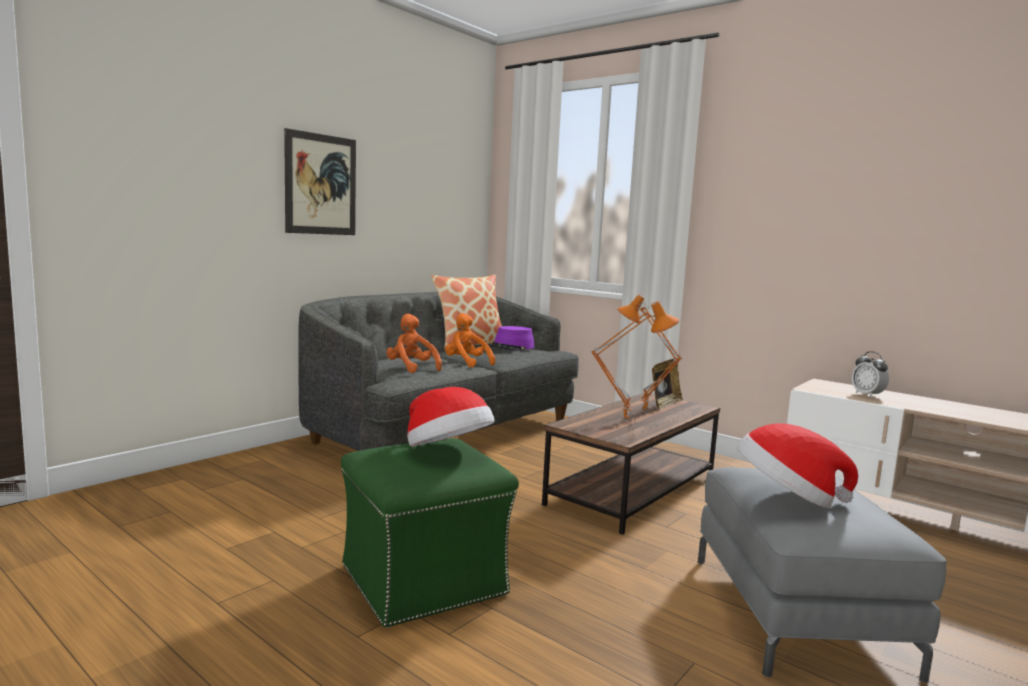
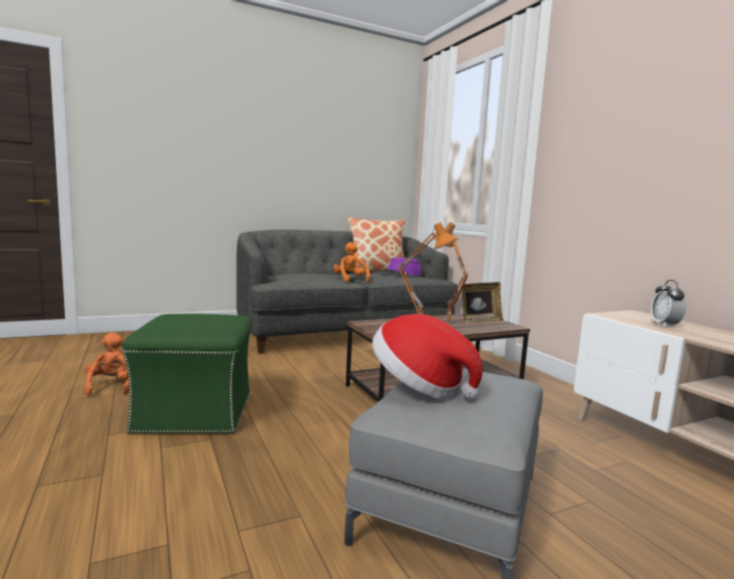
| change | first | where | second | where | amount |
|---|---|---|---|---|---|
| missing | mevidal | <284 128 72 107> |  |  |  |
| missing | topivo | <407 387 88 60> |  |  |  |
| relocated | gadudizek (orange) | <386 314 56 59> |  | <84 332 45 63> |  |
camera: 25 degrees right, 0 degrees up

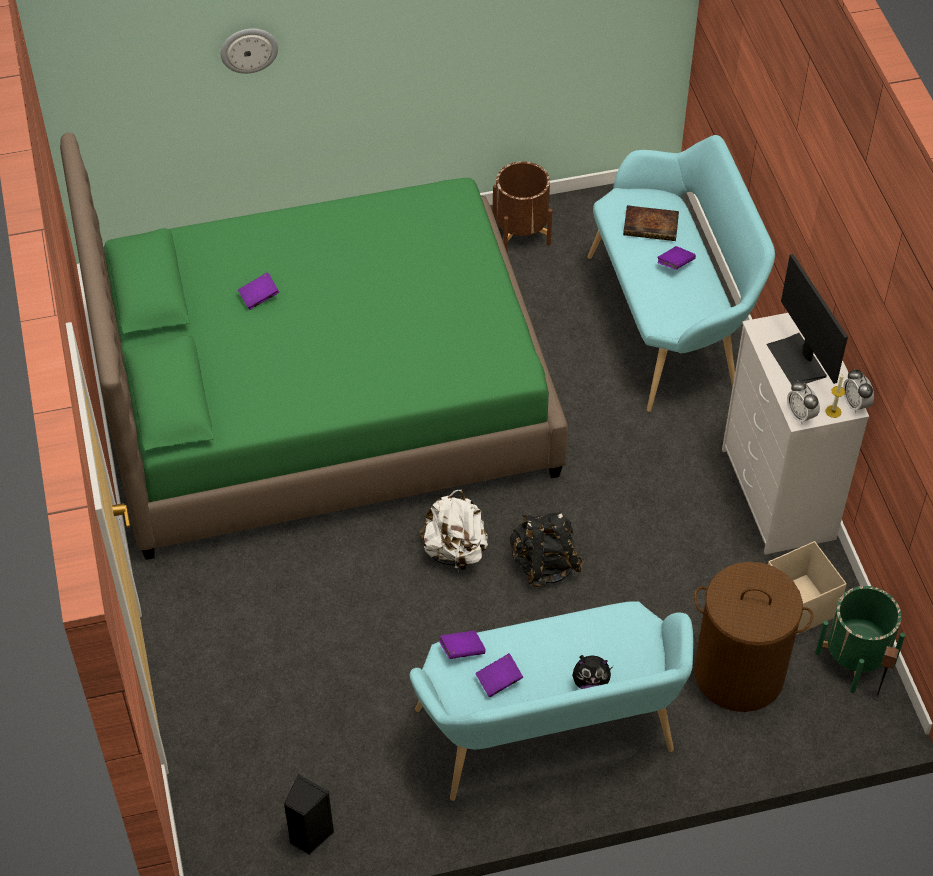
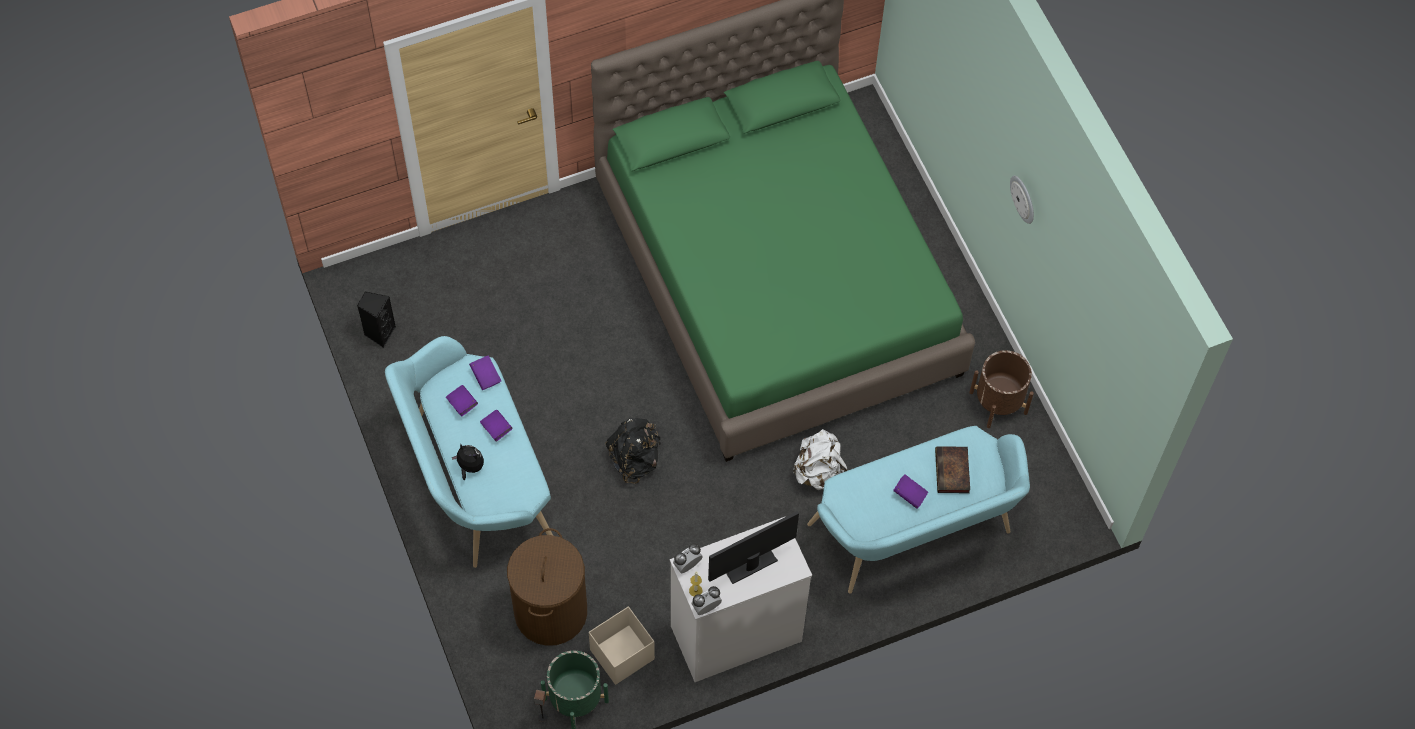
| change | first | where | second | where | amount |
|---|---|---|---|---|---|
| relocated | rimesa | <221 29 57 45> |  | <1010 176 24 48> |  |
| relocated | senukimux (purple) | <238 272 41 38> |  | <480 410 33 32> |  |
| relocated | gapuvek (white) | <420 489 68 83> |  | <793 429 55 61> |  |
| spun | gadudizek | <572 655 41 34> |  | <452 443 32 37> | 135 degrees clockwise |
camera: 80 degrees right, 10 degrees up

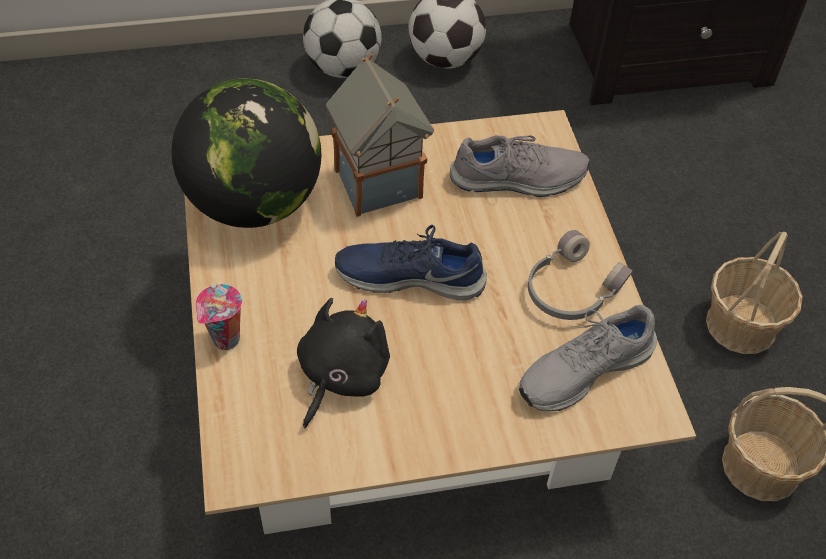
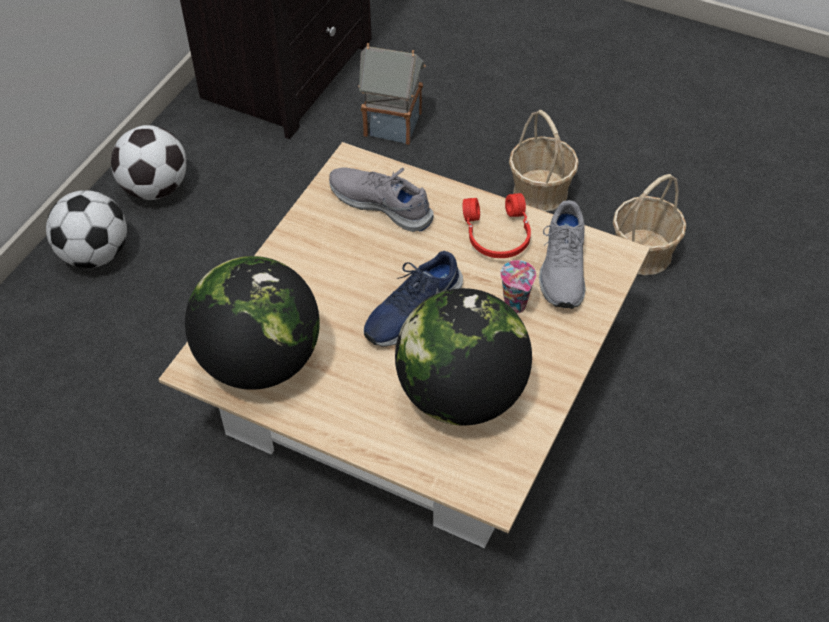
| change | first | where | second | where | amount |
|---|---|---|---|---|---|
| relocated | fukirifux | <196 284 46 66> |  | <500 260 36 54> |  |
| relocated | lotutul | <326 54 108 163> |  | <358 43 68 102> |  |
| exchanged | gadudizek (black) | <297 298 93 130> | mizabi | <395 288 137 137> |  |
| colour | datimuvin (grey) | <528 230 105 90> | datimuvin (red) | <463 193 68 65> |  |
| spun | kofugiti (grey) | <450 135 139 62> |  | <329 167 105 65> | 90 degrees counterclockwise |
camera: 50 degrees left, 0 degrees up

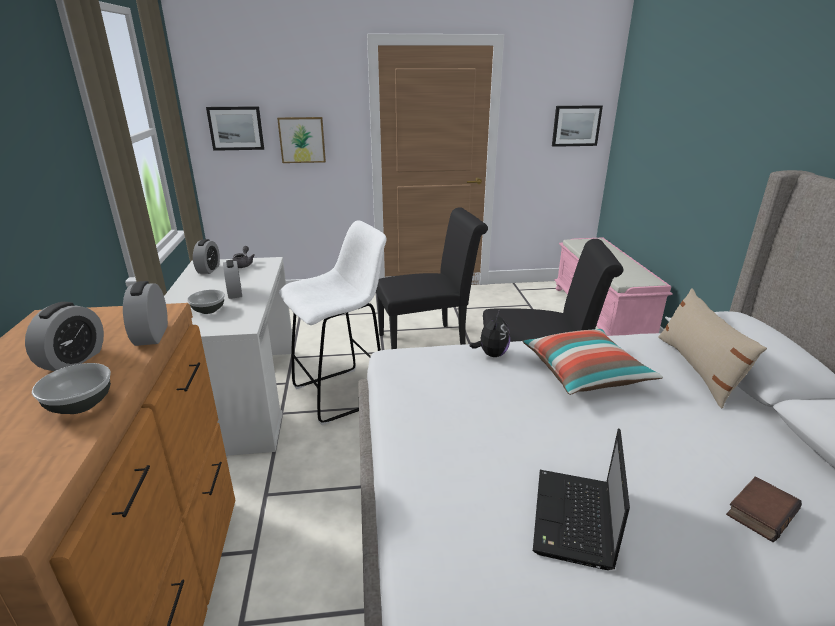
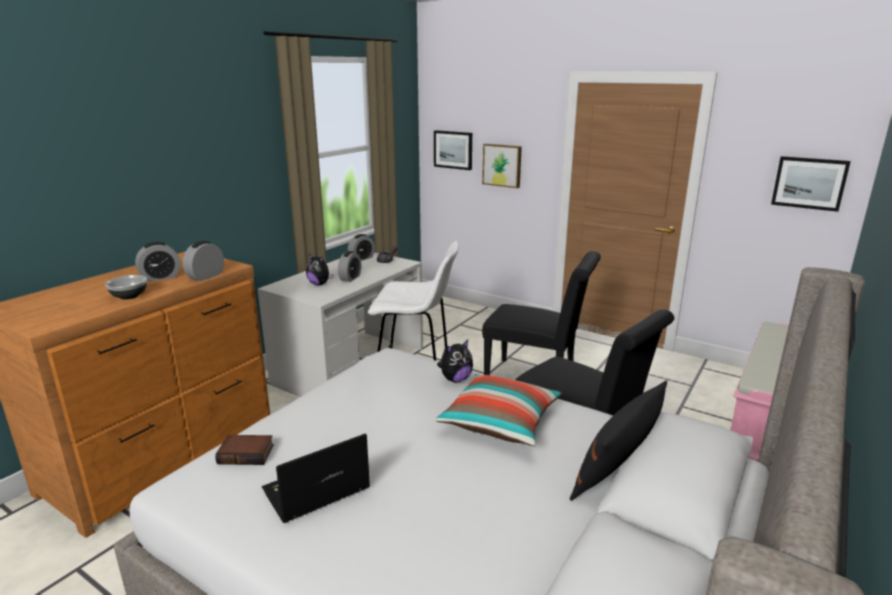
| change | first | where | second | where | amount |
|---|---|---|---|---|---|
| relocated | senukimux | <726 476 76 66> |  | <215 435 59 30> |  |
| exchanged | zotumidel | <187 290 38 24> | gadudizek | <306 254 27 31> |  |
| colour | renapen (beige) | <658 288 109 120> | renapen (black) | <570 380 97 121> |  |
camera: 40 degrees right, 5 degrees down

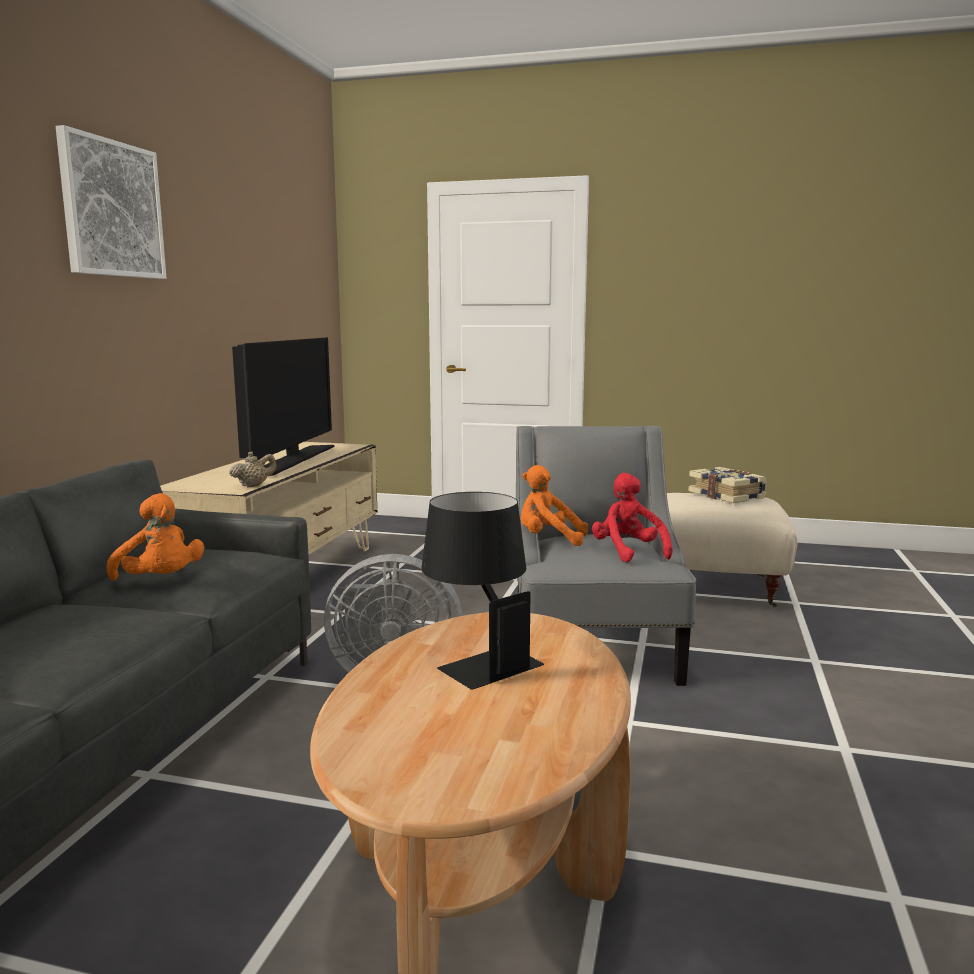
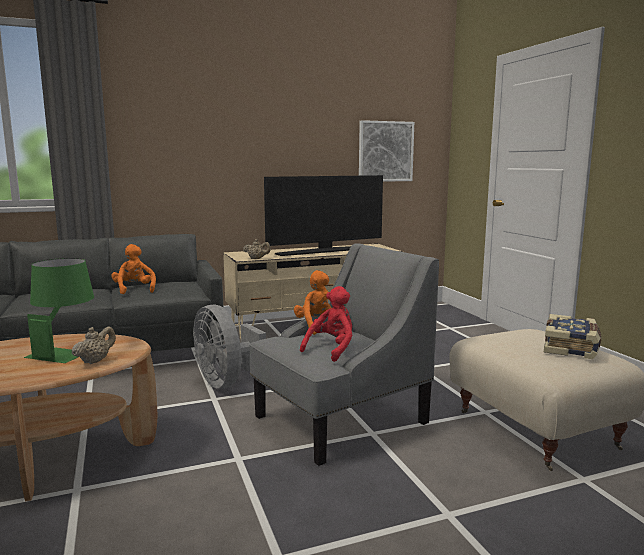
| change | first | where | second | where | amount |
|---|---|---|---|---|---|
| appeared |  |  | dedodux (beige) | <72 327 44 37> |  |
| relocated | mevidal | <55 125 111 154> |  | <359 120 55 62> |  |
| colour | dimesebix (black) | <421 492 123 198> | dimesebix (green) | <24 258 70 105> |  |
| spun | gadudizek (orange) | <107 493 97 88> |  | <111 244 45 50> | 150 degrees clockwise |
camera: 55 degrees right, 0 degrees up

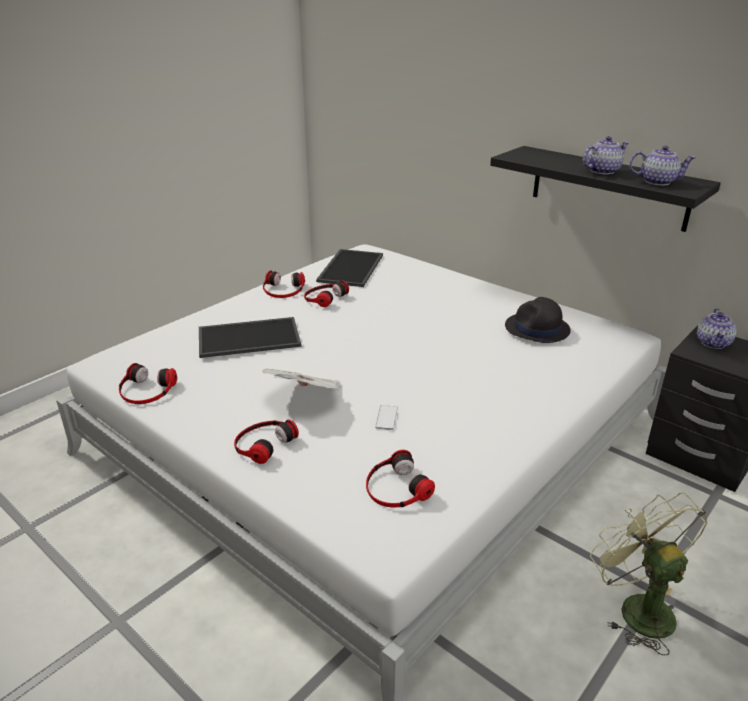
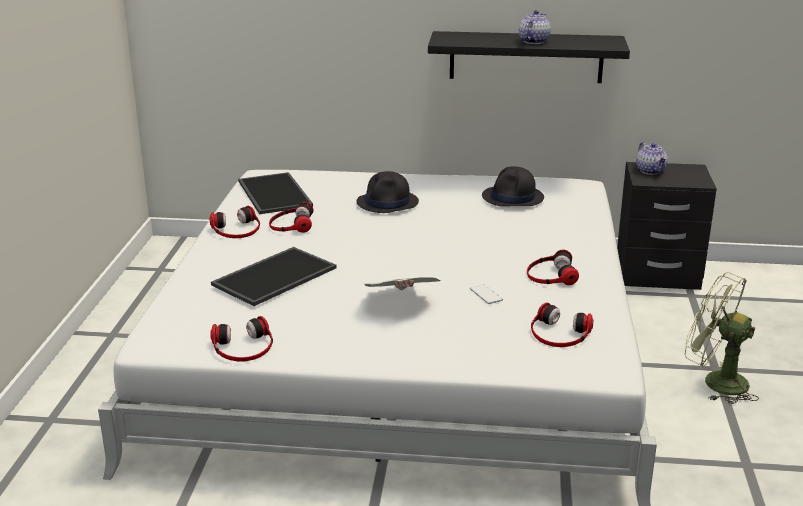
| change | first | where | second | where | amount |
|---|---|---|---|---|---|
| missing | dedodux | <629 146 67 40> |  |  |  |
| appeared |  |  | topivo (black) | <356 171 63 42> |  |
| relocated | datimuvin | <234 419 65 45> |  | <527 250 52 35> |  |
camera: 35 degrees left, 5 degrees down

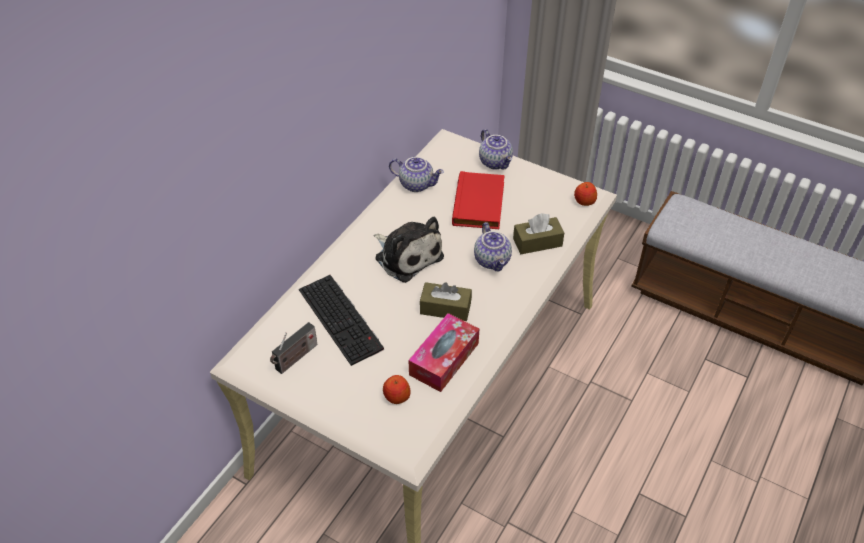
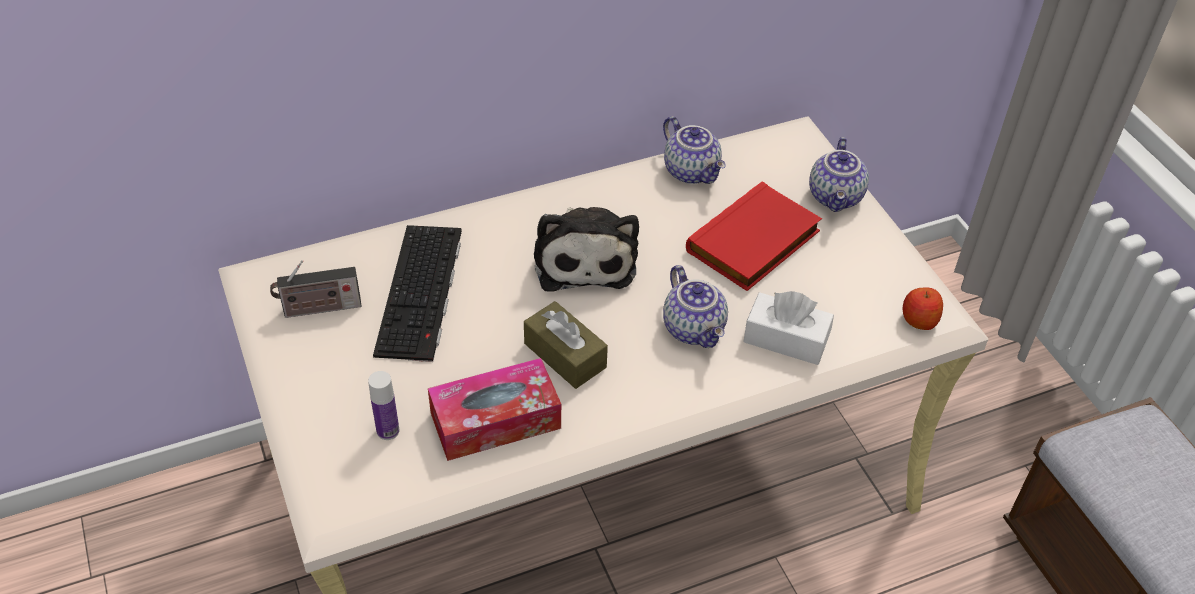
| change | first | where | second | where | amount |
|---|---|---|---|---|---|
| exchanged | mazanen | <383 375 27 29> | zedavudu | <368 371 31 69> |  |
| colour | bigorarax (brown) | <513 213 51 41> | bigorarax (white) | <743 291 91 74> |  |
| spun | dedodux | <474 222 38 49> |  | <663 265 65 83> | 45 degrees counterclockwise |
camera: 35 degrees right, 0 degrees up

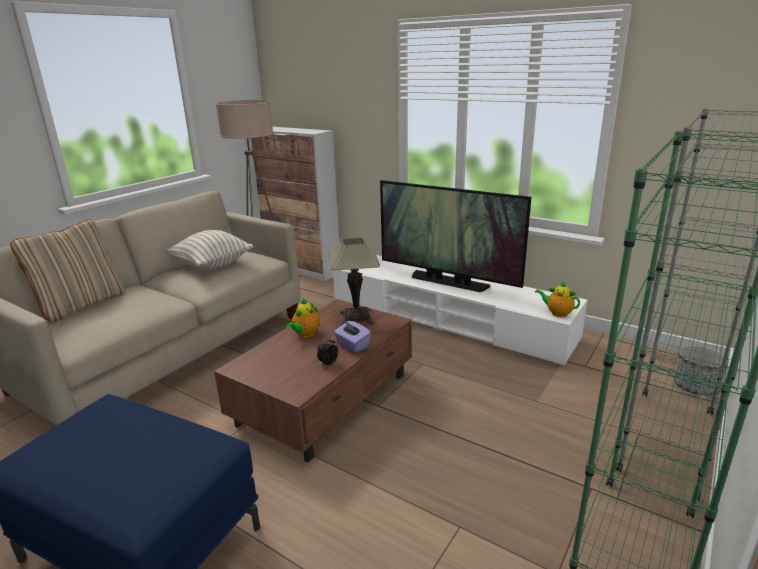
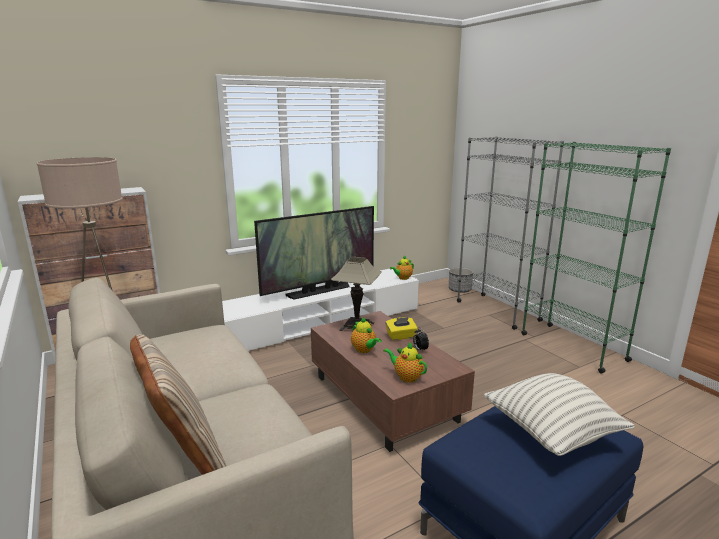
| change | first | where | second | where | amount |
|---|---|---|---|---|---|
| appeared |  |  | dedodux | <384 342 43 41> |  |
| relocated | renapen | <165 230 88 40> |  | <484 373 151 83> |  |
| colour | bigorarax (purple) | <334 321 37 32> | bigorarax (yellow) | <385 317 33 23> |  |
camera: 65 degrees left, 5 degrees down

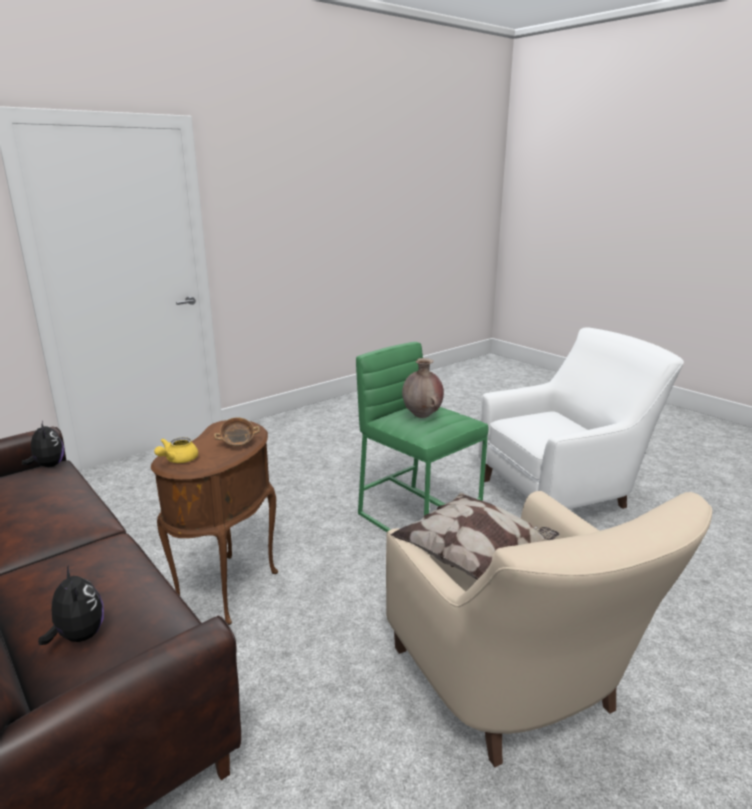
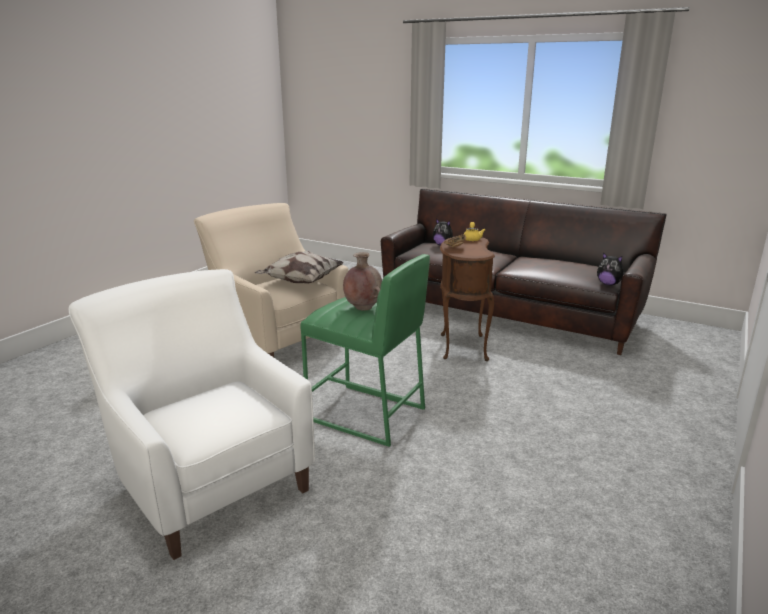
| change | first | where | second | where | amount |
|---|---|---|---|---|---|
| spun | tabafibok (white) | <478 328 206 181> |  | <69 269 246 291> | 90 degrees clockwise |
camera: 160 degrees right, 0 degrees up

